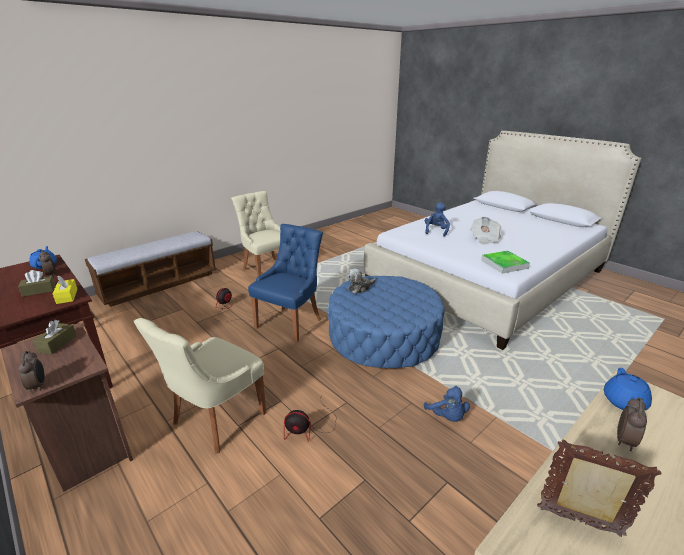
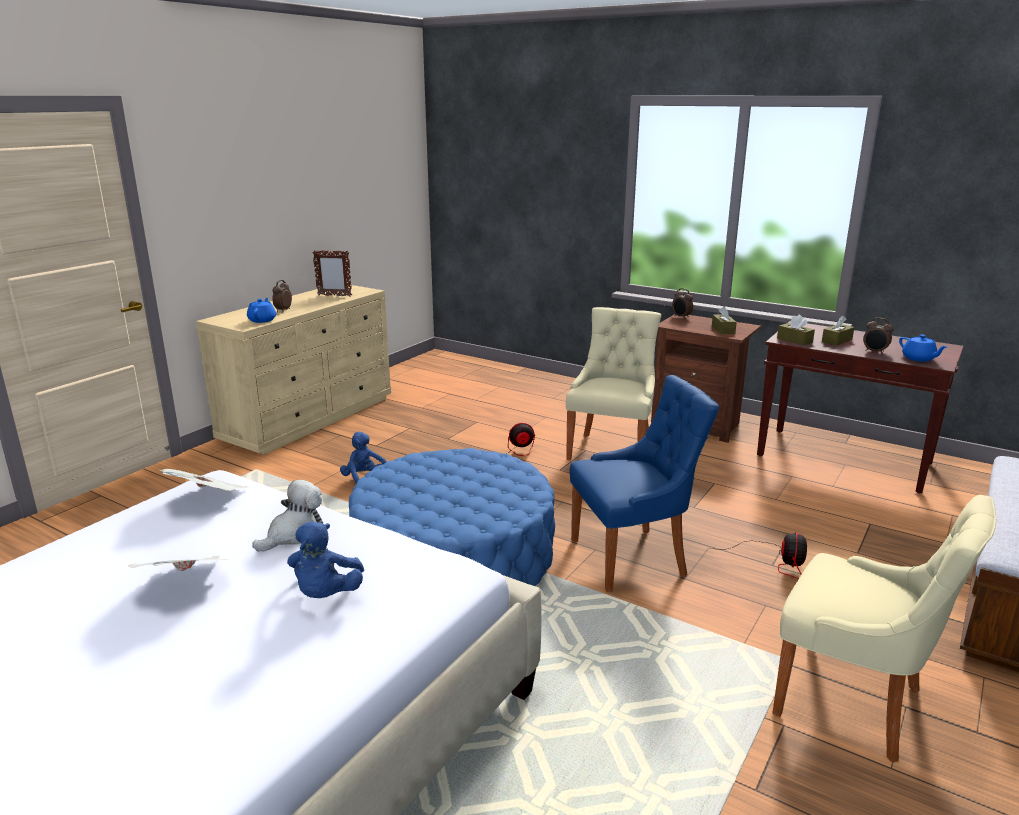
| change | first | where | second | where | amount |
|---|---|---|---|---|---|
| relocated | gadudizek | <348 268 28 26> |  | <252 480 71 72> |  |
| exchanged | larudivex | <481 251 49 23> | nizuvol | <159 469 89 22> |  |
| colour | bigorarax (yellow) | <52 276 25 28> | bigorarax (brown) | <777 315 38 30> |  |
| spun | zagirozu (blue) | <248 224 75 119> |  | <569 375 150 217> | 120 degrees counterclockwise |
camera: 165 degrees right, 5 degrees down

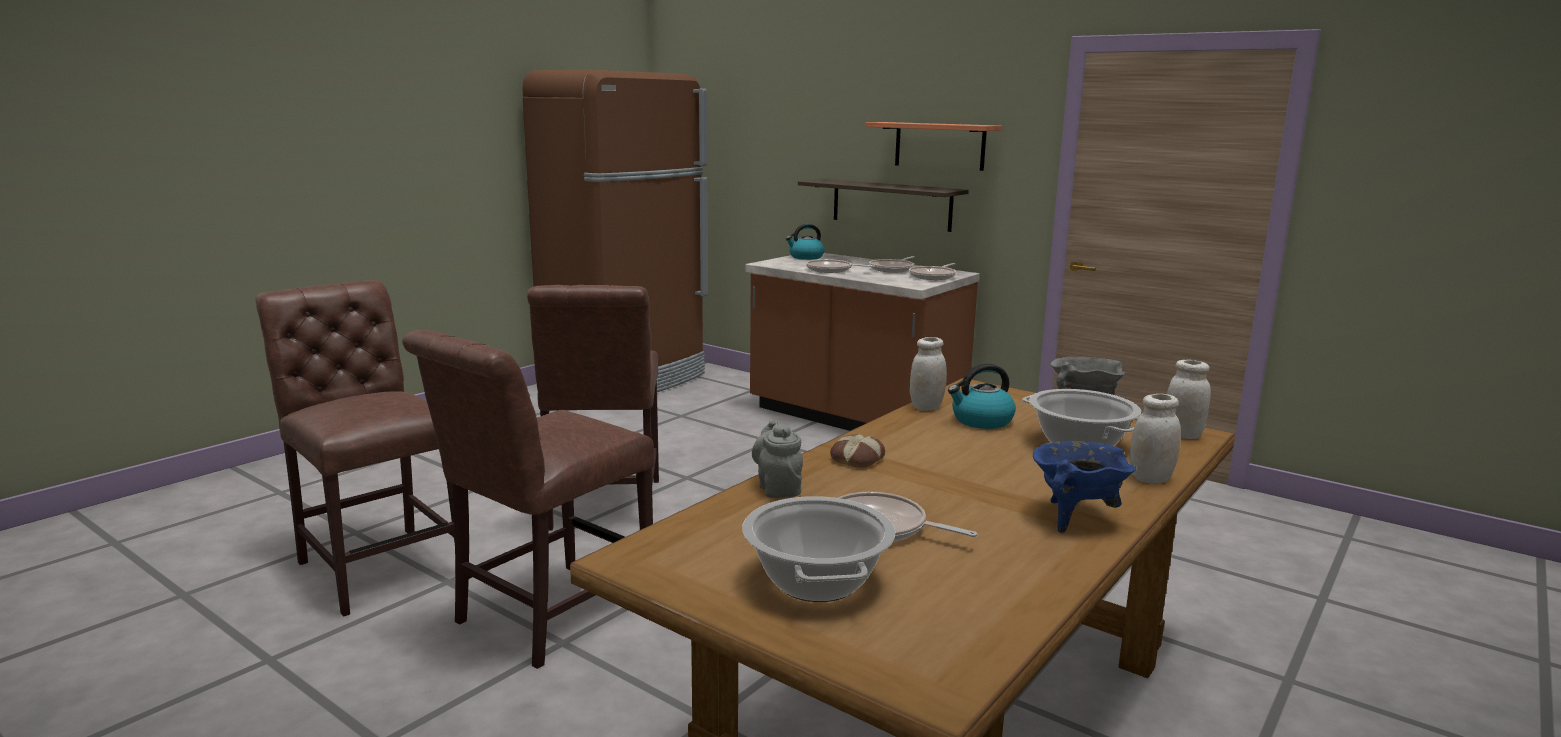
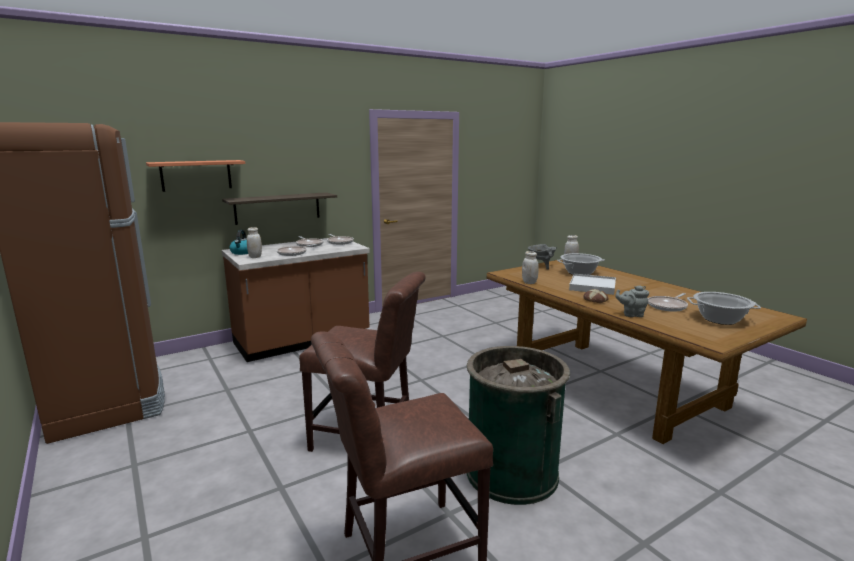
| change | first | where | second | where | amount |
|---|---|---|---|---|---|
| missing | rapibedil | <948 363 68 66> |  |  |  |
| missing | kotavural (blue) | <1033 441 103 92> |  |  |  |
| appeared |  |  | larudivex (white) | <569 274 47 21> |  |
| relocated | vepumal | <865 122 137 49> |  | <146 160 99 32> |  |
| relocated | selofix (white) | <1130 394 51 89> |  | <247 227 15 31> |  |
| exchanged | zagirozu (brown) | <402 330 253 339> | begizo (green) | <467 346 103 159> |  |
camera: 70 degrees left, 0 degrees up

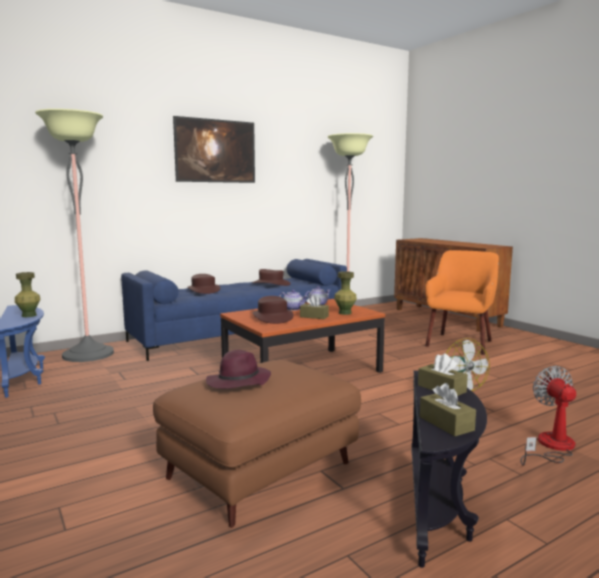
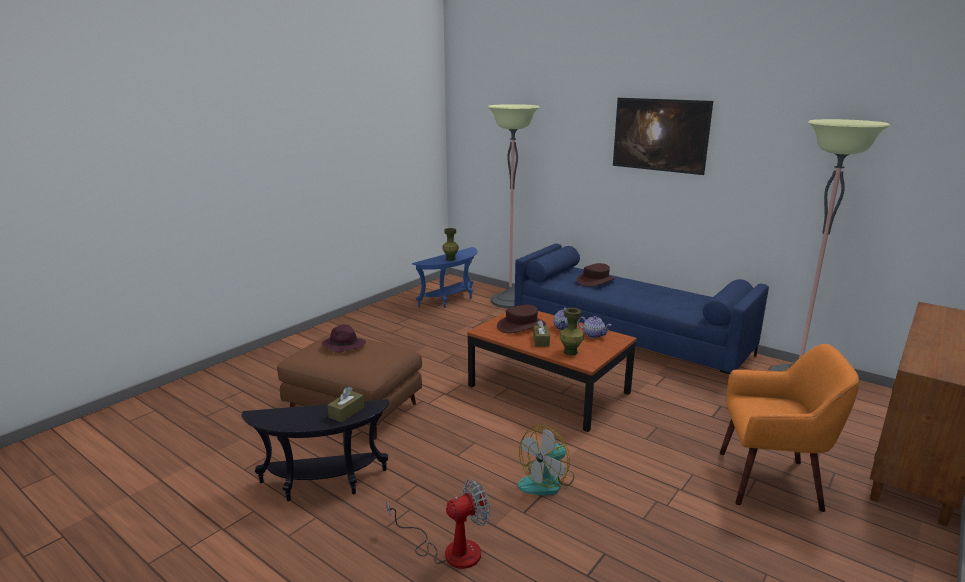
| change | first | where | second | where | amount |
|---|---|---|---|---|---|
| missing | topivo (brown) | <252 269 39 17> |  |  |  |
| missing | bigorarax (brown) | <420 383 56 53> |  |  |  |
camera: 70 degrees right, 10 degrees up

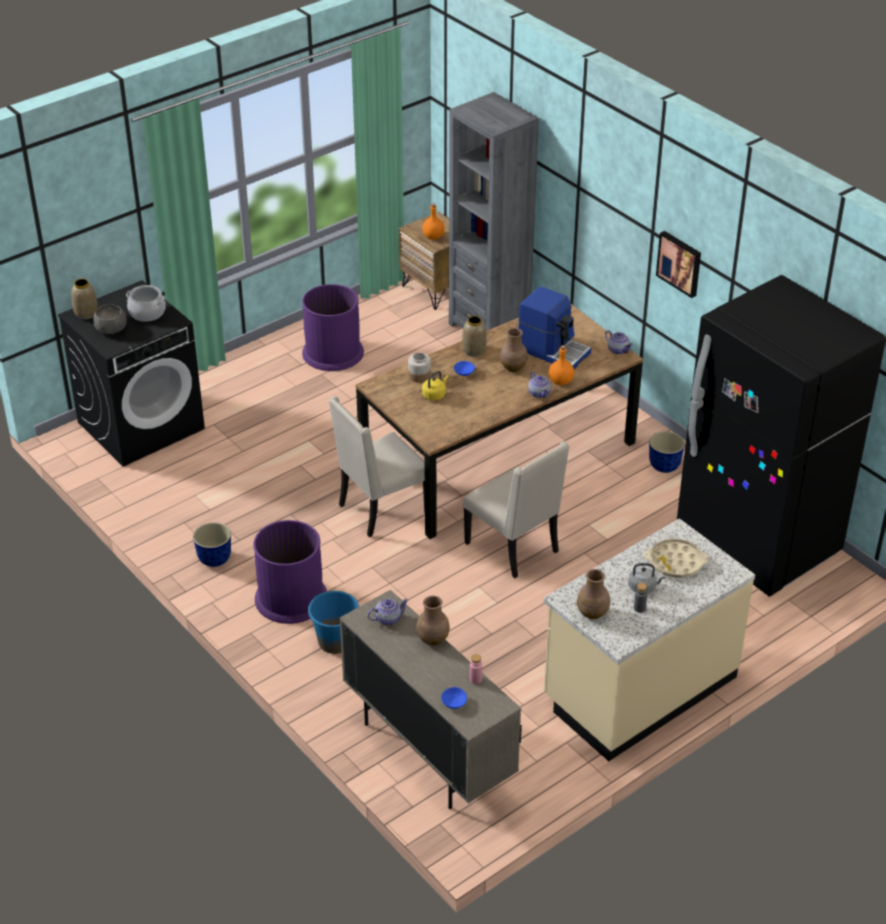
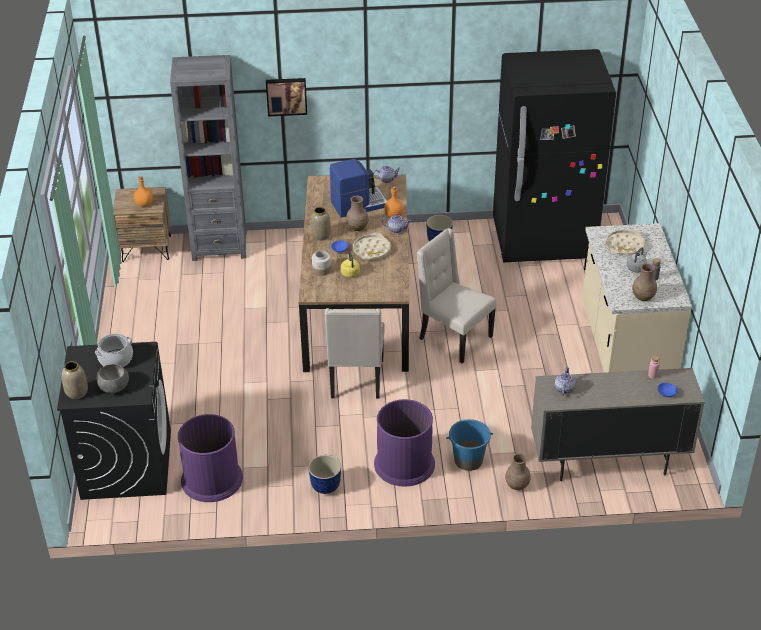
| change | first | where | second | where | amount |
|---|---|---|---|---|---|
| appeared |  |  | larudivex (beige) | <353 233 38 27> |  |
| relocated | begizo (purple) | <302 284 62 87> |  | <178 414 65 88> |  |
| relocated | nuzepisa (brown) | <416 595 34 50> |  | <505 453 26 37> |  |
| relocated | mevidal | <656 231 45 67> |  | <266 78 41 38> |  |
| spun | zagirozu (beige) | <463 441 106 137> |  | <417 228 79 135> | 135 degrees counterclockwise |
camera: 55 degrees left, 0 degrees up

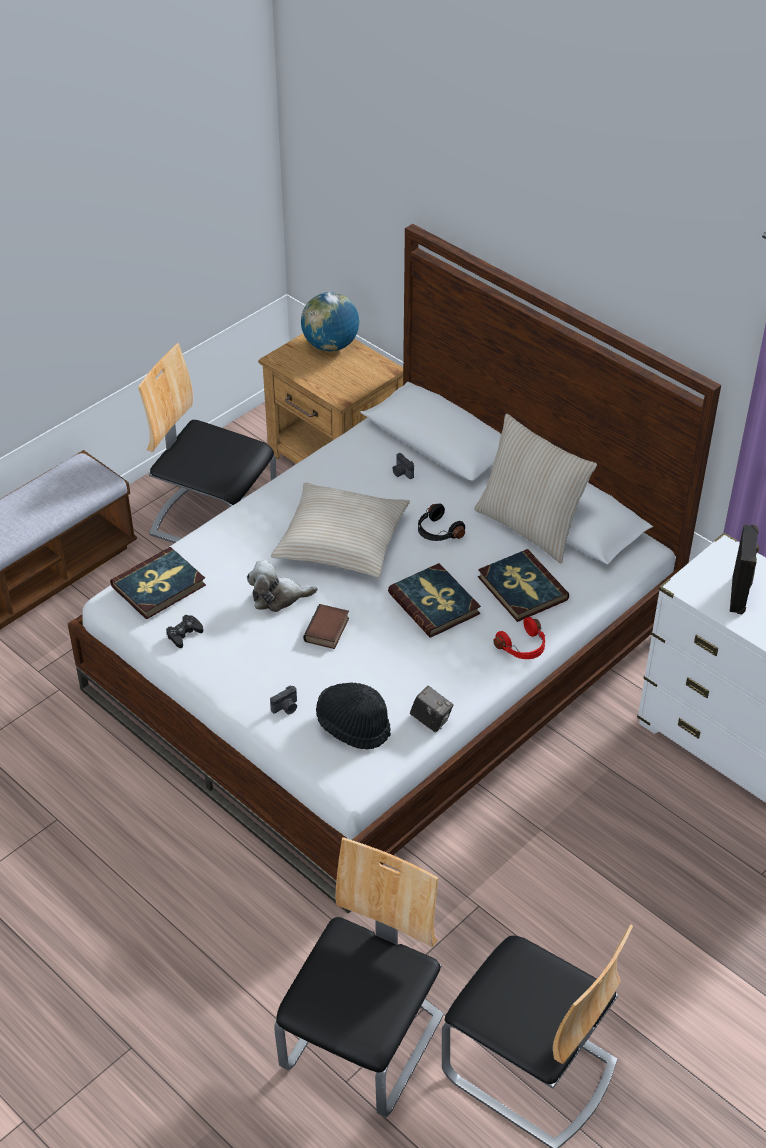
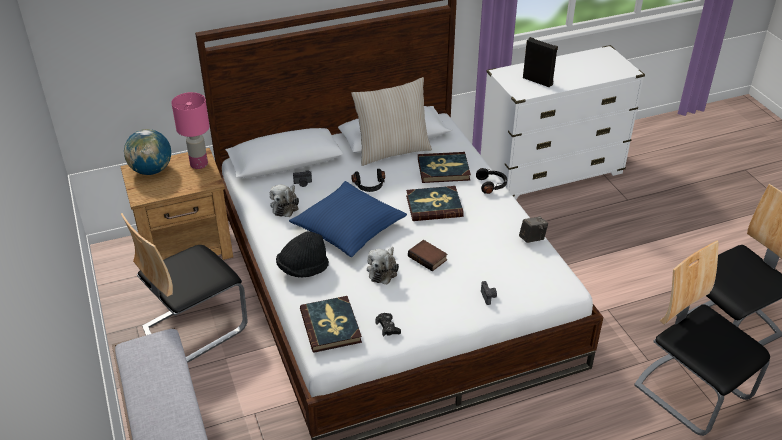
| change | first | where | second | where | amount |
|---|---|---|---|---|---|
| appeared |  |  | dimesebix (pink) | <171 92 39 77> |  |
| appeared |  |  | gadudizek | <270 185 29 32> |  |
| relocated | topivo (black) | <316 683 75 66> |  | <276 231 53 47> |  |
| colour | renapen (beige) | <271 482 139 95> | renapen (blue) | <289 181 118 76> |  |
| colour | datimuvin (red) | <493 617 52 42> | datimuvin (black) | <476 168 31 26> |  |
camera: 65 degrees left, 5 degrees down

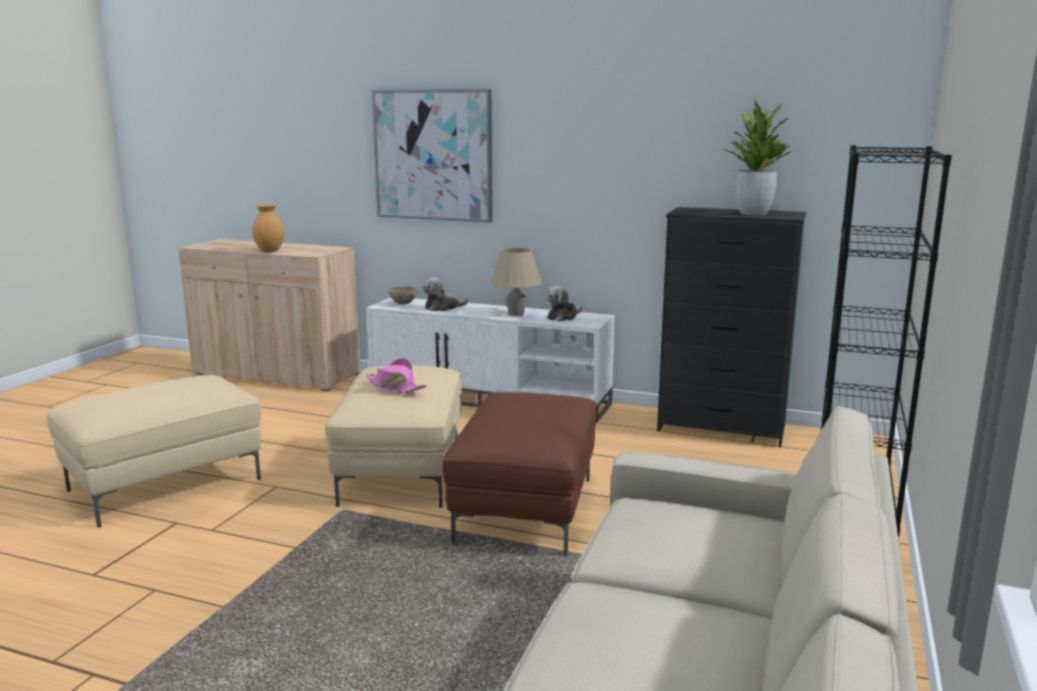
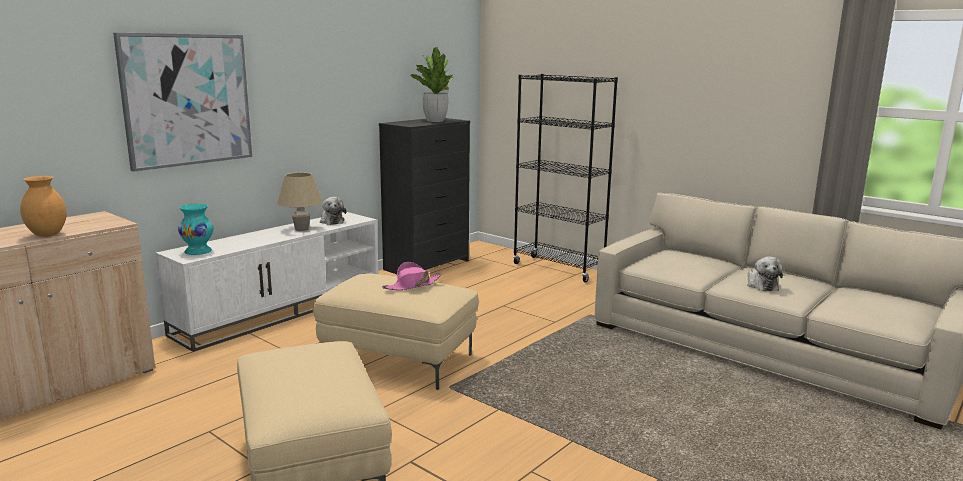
| change | first | where | second | where | amount |
|---|---|---|---|---|---|
| missing | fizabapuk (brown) | <443 392 154 164> |  |  |  |
| relocated | gadudizek | <422 278 47 33> |  | <747 256 36 35> |  |
| exchanged | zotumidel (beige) | <388 286 30 19> | nuzepisa (turquoise) | <178 204 36 51> |  |
camera: 70 degrees left, 0 degrees up

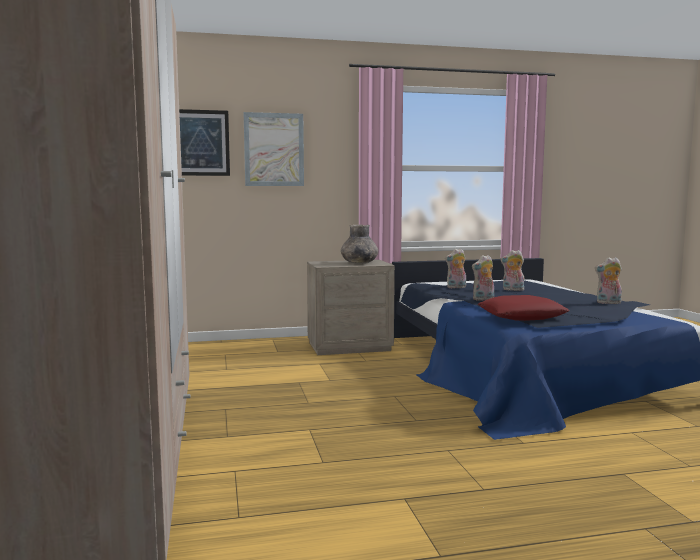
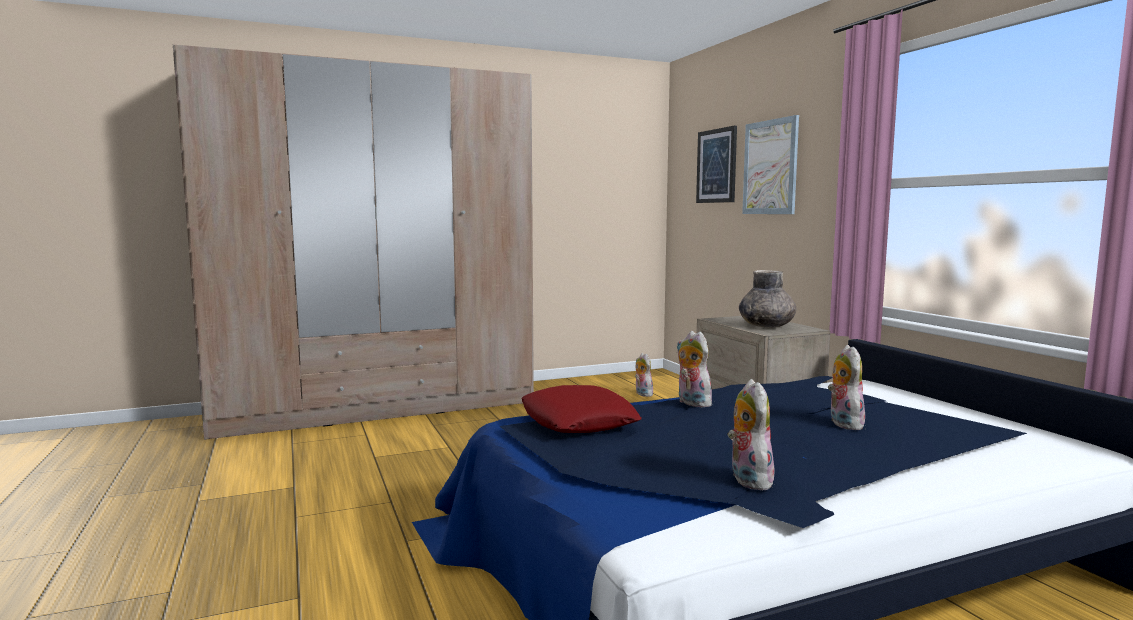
| change | first | where | second | where | amount |
|---|---|---|---|---|---|
| relocated | gadudizek | <445 248 21 40> |  | <635 353 18 44> |  |
camera: 80 degrees right, 0 degrees up

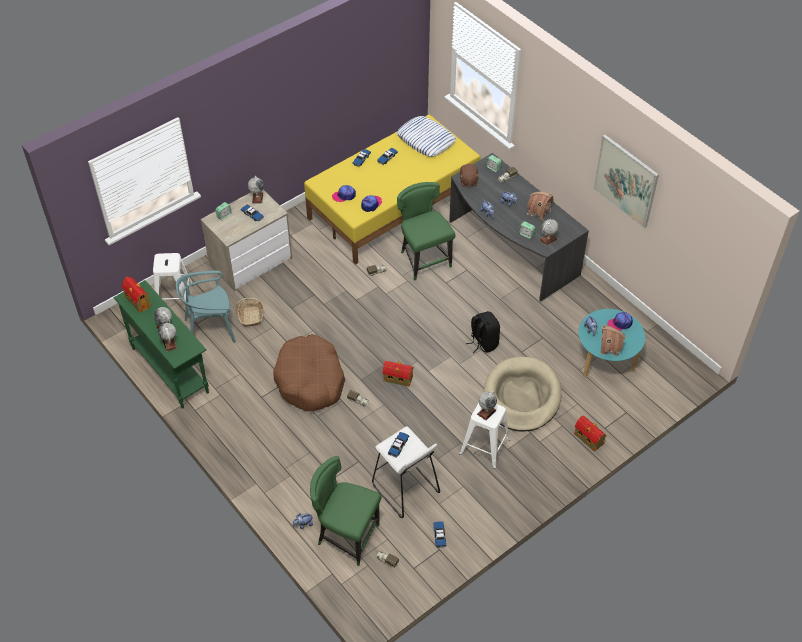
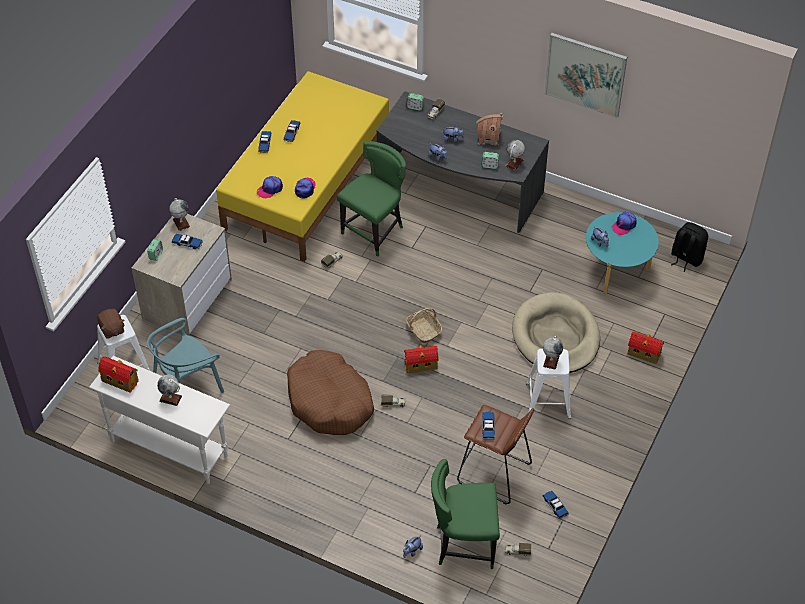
| change | first | where | second | where | amount |
|---|---|---|---|---|---|
| missing | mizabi | <158 323 19 29> |  |  |  |
| missing | renapen | <397 116 59 41> |  |  |  |
| missing | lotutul | <600 325 25 31> |  |  |  |
| relocated | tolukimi | <236 298 27 29> |  | <406 308 36 35> |  |
| relocated | gadudizek (brown) | <460 164 20 23> |  | <97 309 28 30> |  |
| relocated | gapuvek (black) | <466 311 34 42> |  | <671 222 37 50> |  |
| colour | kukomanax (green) | <114 280 95 129> | kukomanax (white) | <89 356 141 128> |  |
| colour | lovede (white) | <372 426 68 92> | lovede (brown) | <457 405 77 99> |  |
| spun | zagirozu (green) | <397 182 58 99> |  | <337 141 69 116> | 90 degrees clockwise |
camera: 25 degrees left, 0 degrees up

